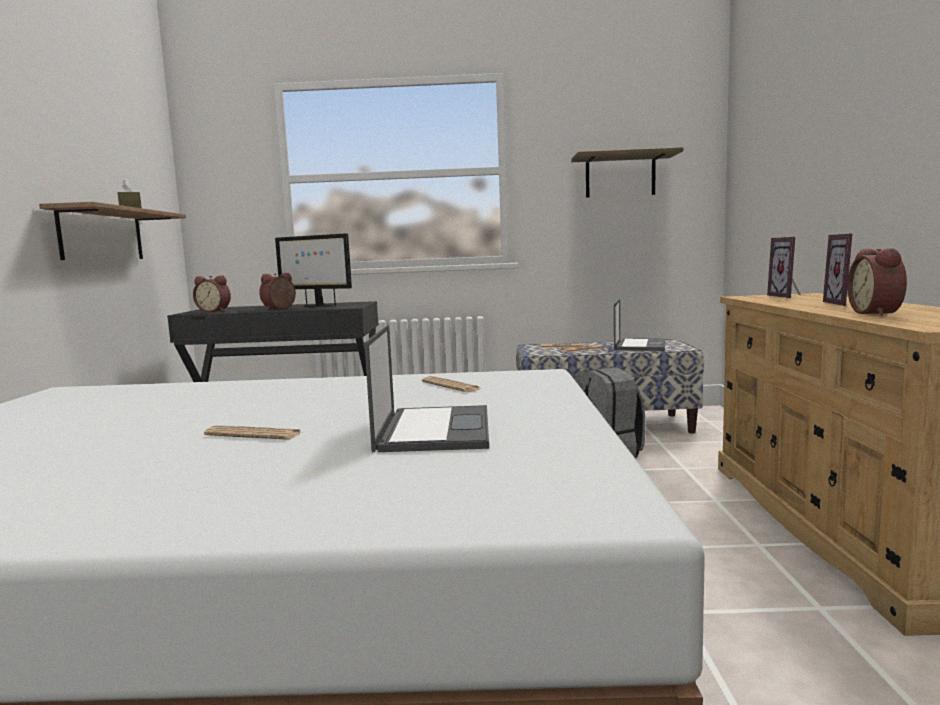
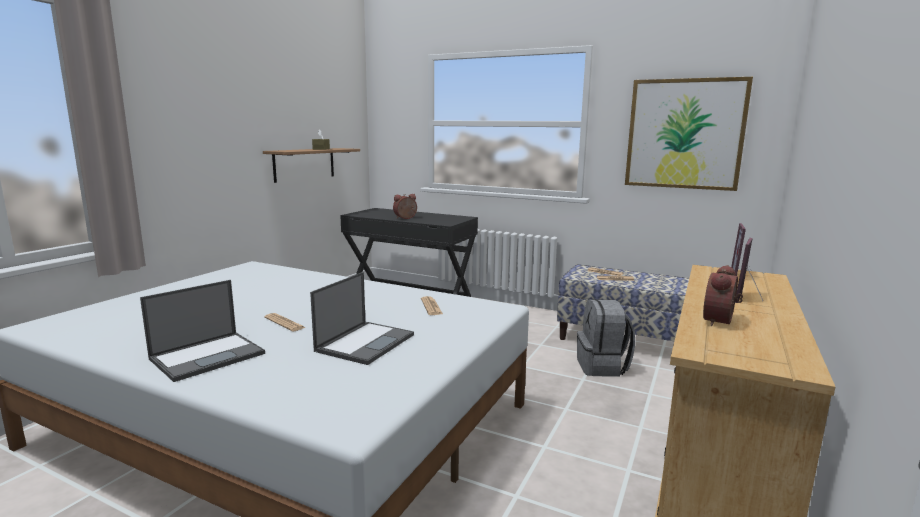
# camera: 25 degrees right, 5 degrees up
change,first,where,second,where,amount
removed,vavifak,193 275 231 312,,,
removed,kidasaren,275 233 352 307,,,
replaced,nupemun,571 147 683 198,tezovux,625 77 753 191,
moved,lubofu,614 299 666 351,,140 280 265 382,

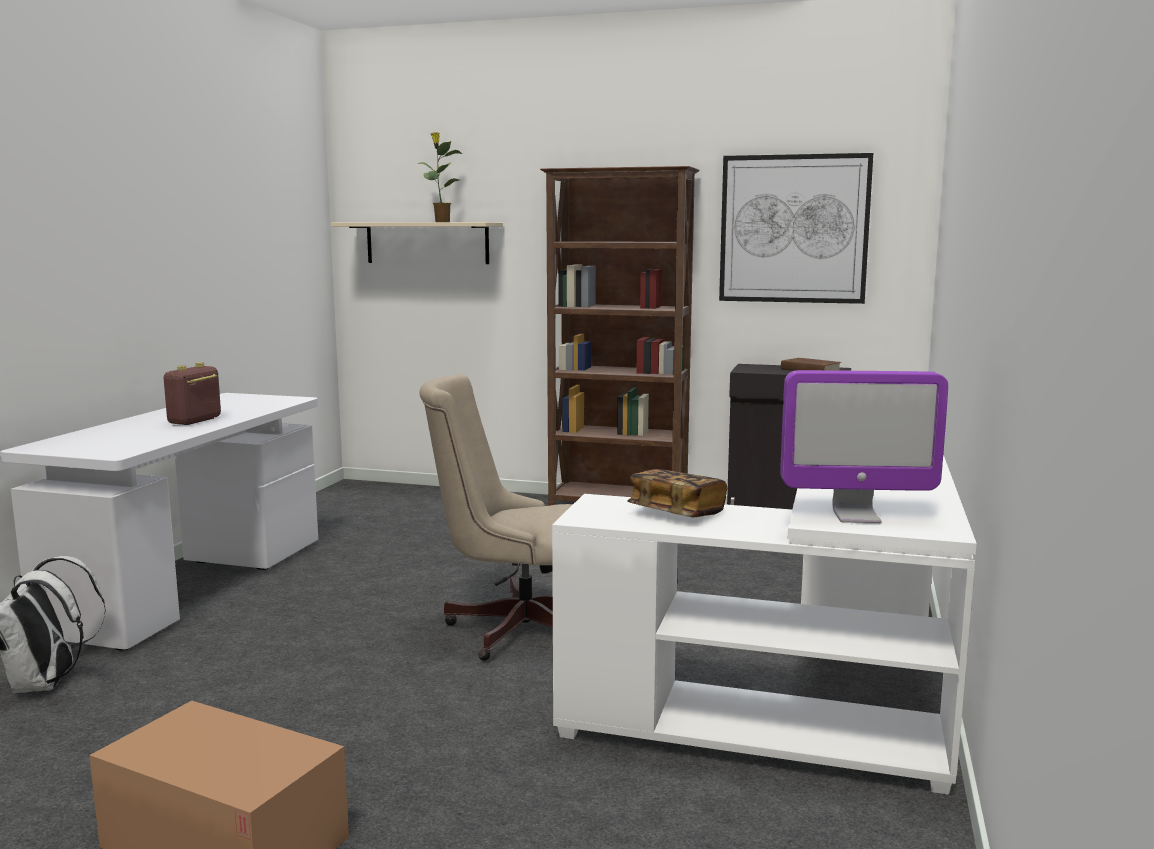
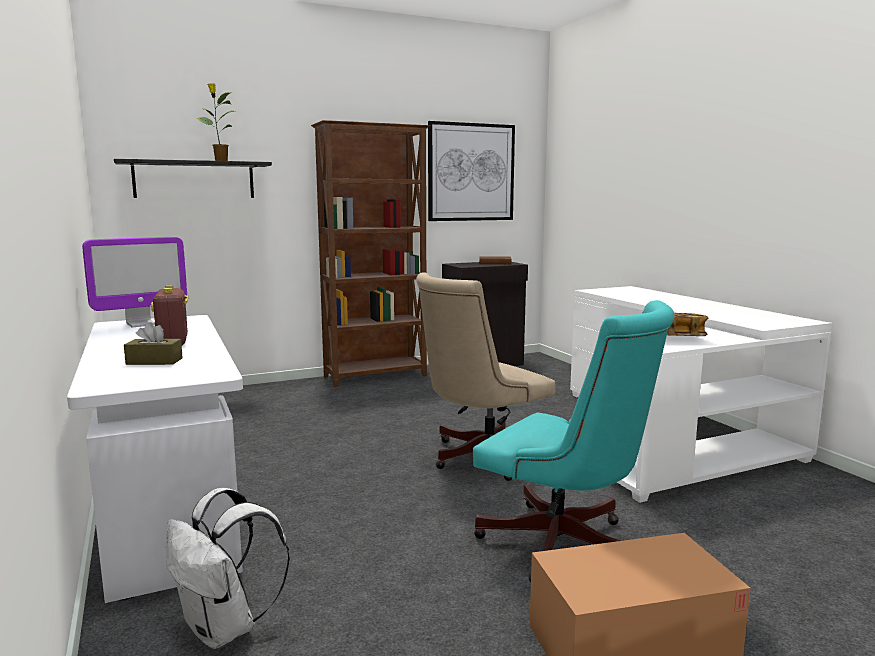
# camera: 40 degrees left, 0 degrees up
change,first,where,second,where,amount
recoloured,nupemun (beige),331 222 503 264,nupemun (black),114 159 272 198,
moved,kidasaren,780 370 948 523,,82 237 187 327,
added,,,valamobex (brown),124 322 183 365,
added,,,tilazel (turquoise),473 300 675 582,

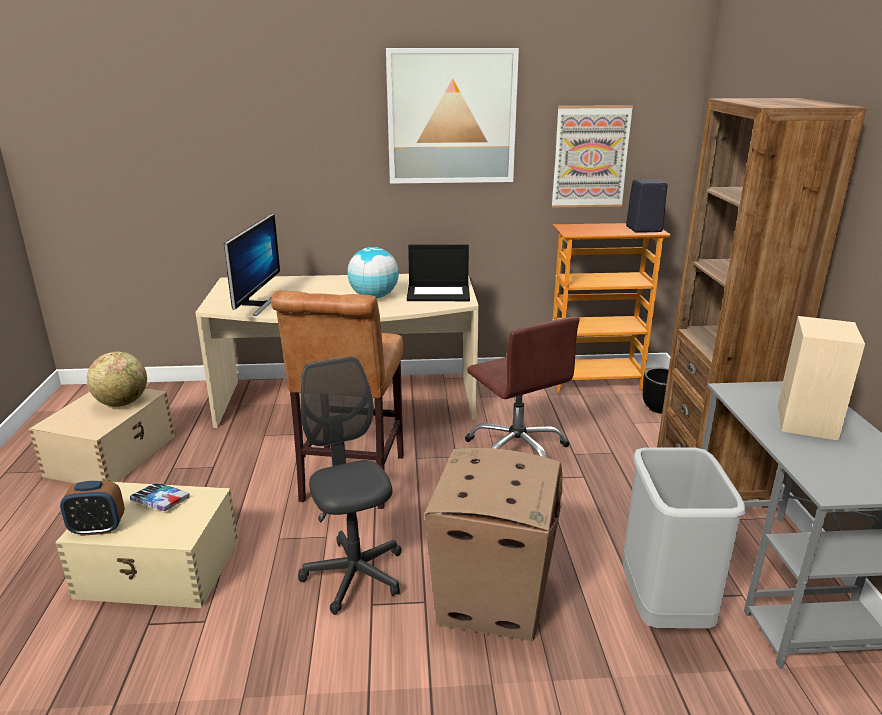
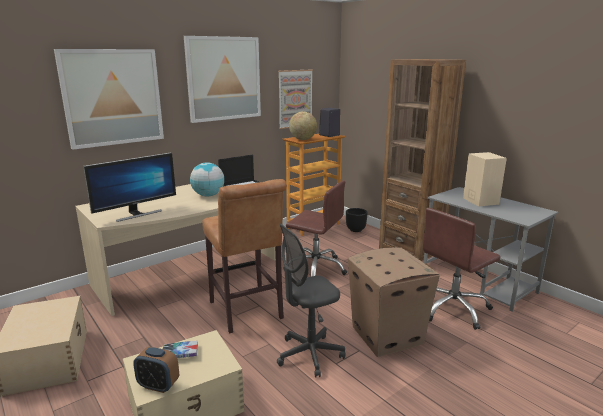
# camera: 35 degrees left, 5 degrees down
change,first,where,second,where,amount
turned,vavifak,60 481 125 536,,133 347 179 393,60 degrees clockwise
moved,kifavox,87 351 147 407,,289 111 317 140,
turned,kidasaren,224 214 280 316,,83 152 176 222,75 degrees clockwise
turned,tilazel (grey),298 356 402 615,,277 223 346 378,60 degrees counterclockwise
replaced,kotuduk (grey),622 447 745 628,tilazel (brown),423 208 501 330,
added,,,tezovux,54 49 164 150,

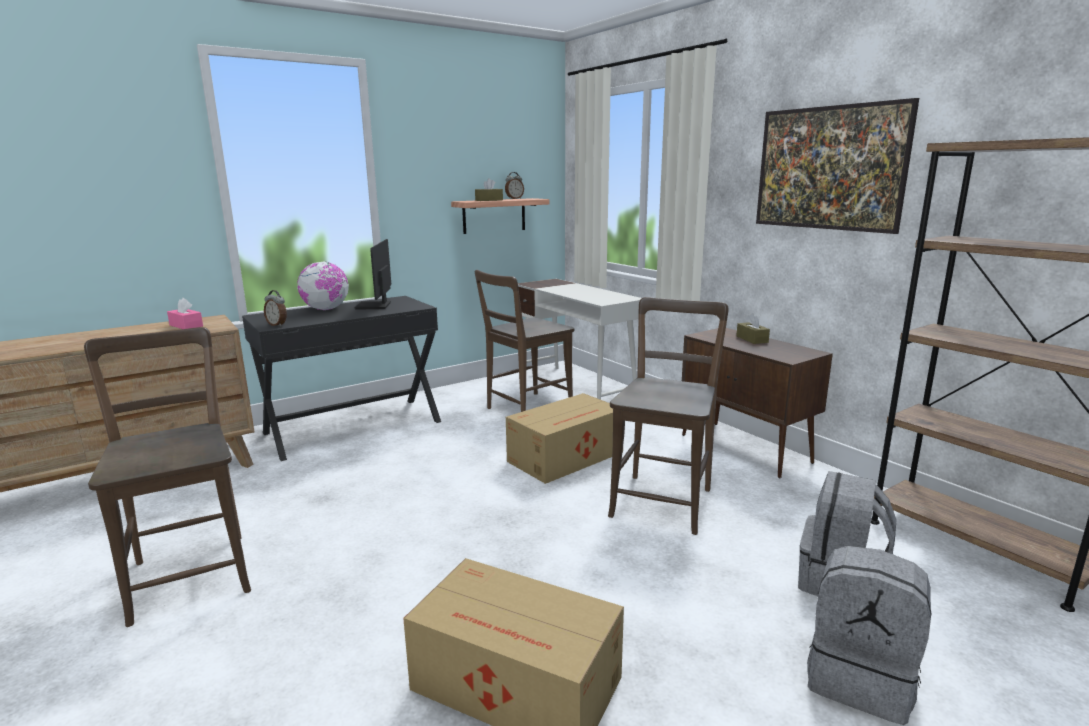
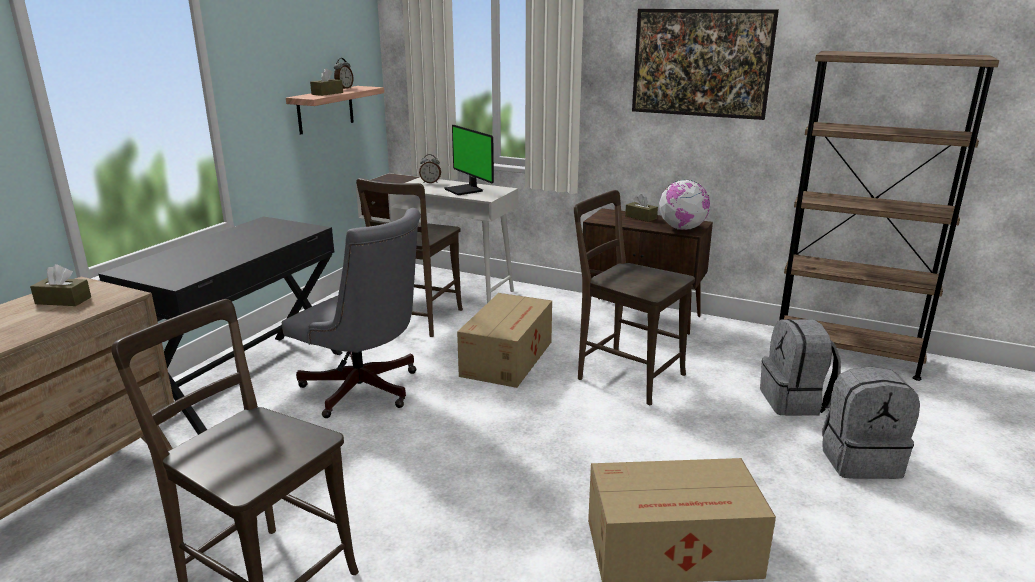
# camera: 30 degrees left, 5 degrees up
change,first,where,second,where,amount
recoloured,valamobex (pink),167 298 203 329,valamobex (brown),30 264 91 306,
moved,vavifak,264 290 287 326,,419 154 441 183,
moved,kifavox,297 262 349 310,,659 180 710 230,
moved,kidasaren,355 239 391 310,,444 125 494 195,
turned,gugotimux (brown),608 297 729 535,,574 190 695 405,45 degrees counterclockwise
added,,,tilazel (grey),282 208 421 418,

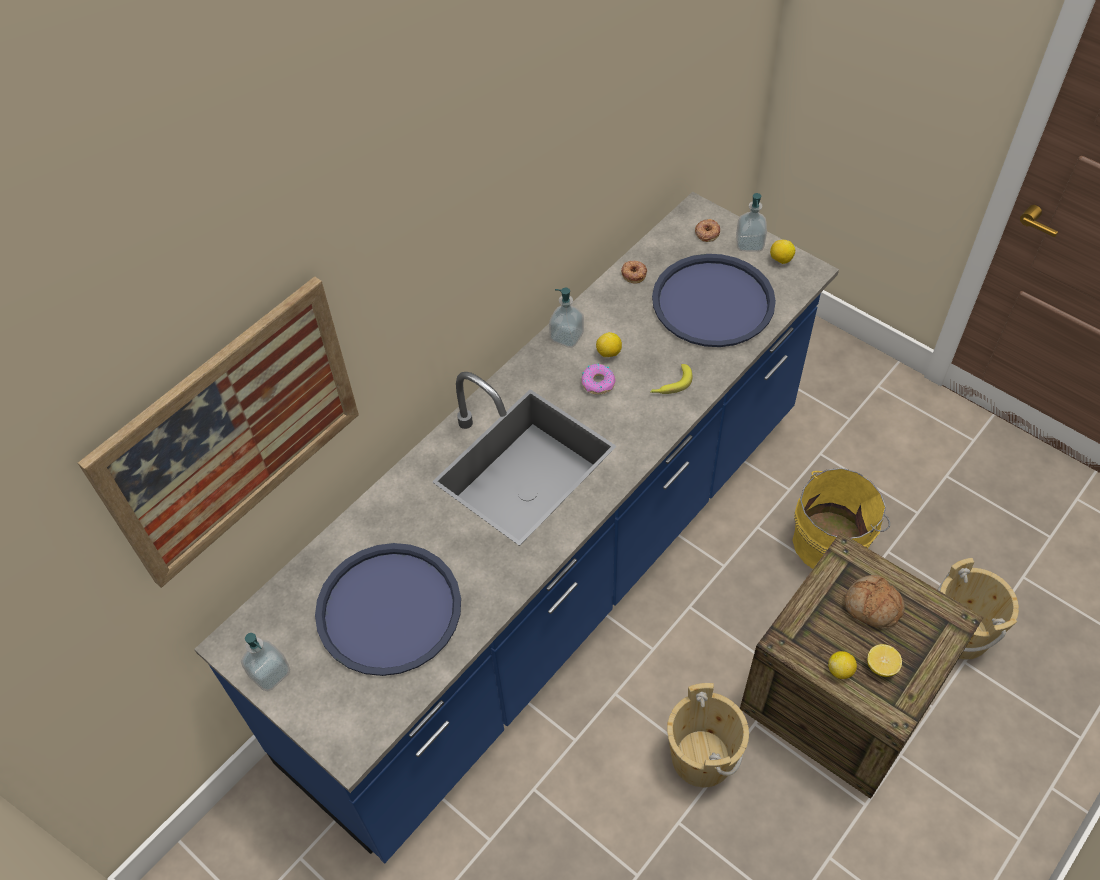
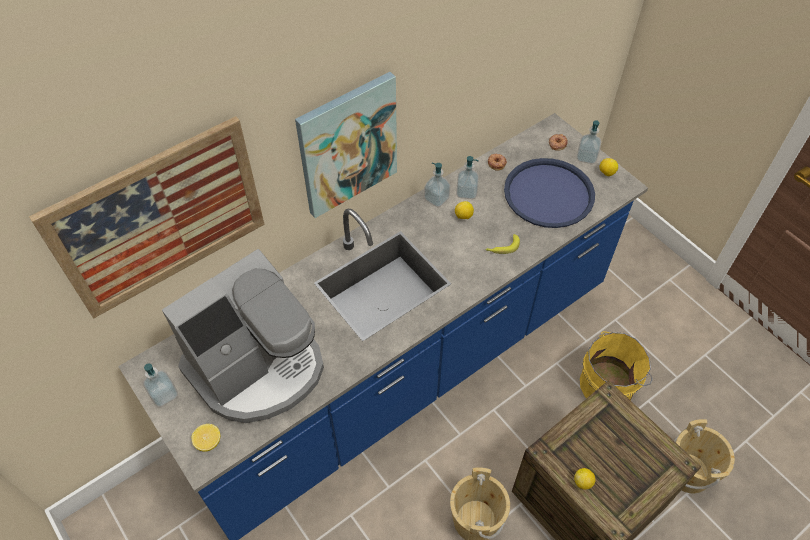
# camera: 10 degrees right, 0 degrees up
change,first,where,second,where,amount
replaced,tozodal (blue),315 543 461 676,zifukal,162 249 324 423,
removed,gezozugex,582 364 616 395,,,
removed,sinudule,844 575 905 628,,,
moved,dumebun,867 644 902 677,,191 424 220 452,
added,,,tezovux,295 72 397 218,
added,,,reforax,456 156 479 199,

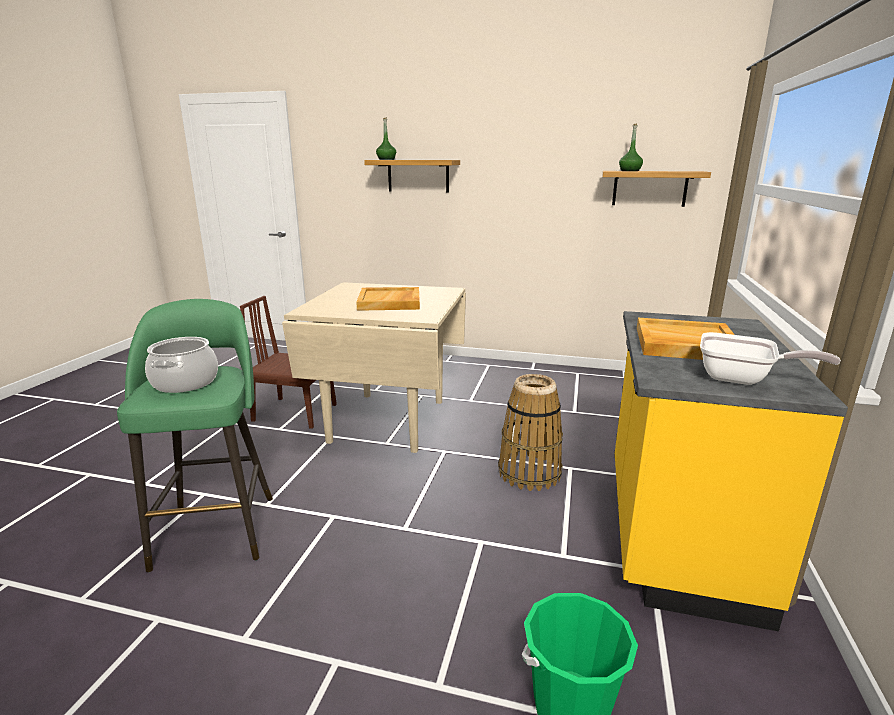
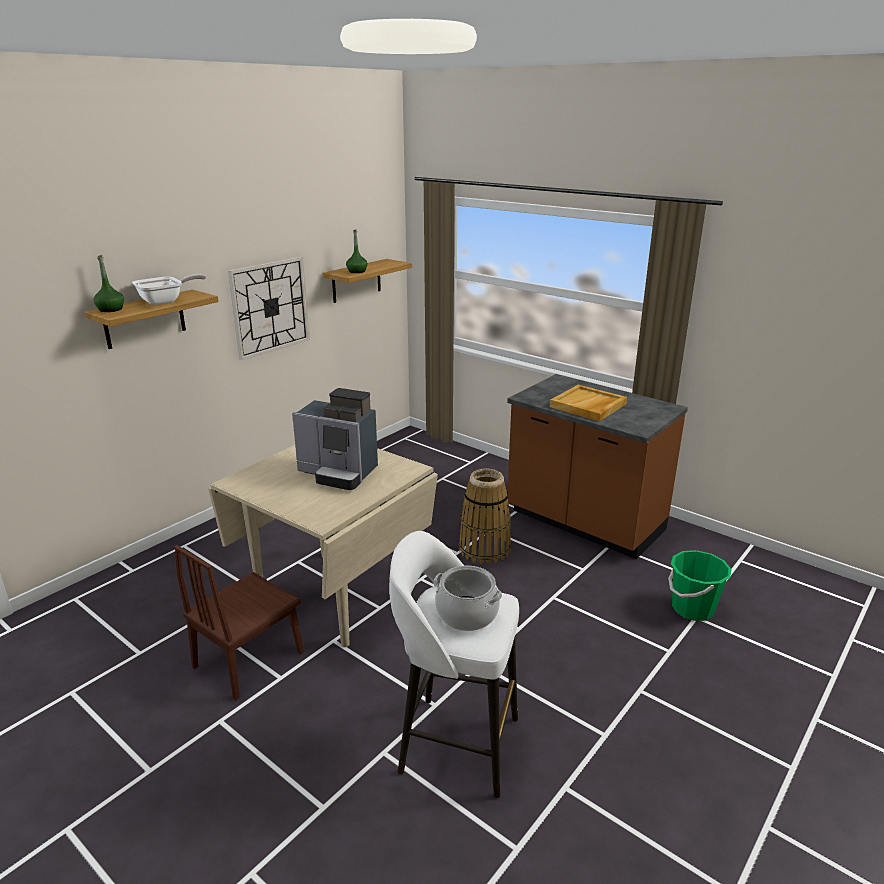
# camera: 65 degrees left, 5 degrees up
change,first,where,second,where,amount
recoloured,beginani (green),117 299 273 572,beginani (white),389 531 519 798,
replaced,tozodal (beige),356 287 420 311,zifukal,292 388 378 490,
recoloured,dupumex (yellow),615 311 848 632,dupumex (brown),507 374 688 559,
moved,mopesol,700 332 841 385,,132 274 206 305,
added,,,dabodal,228 257 310 360,

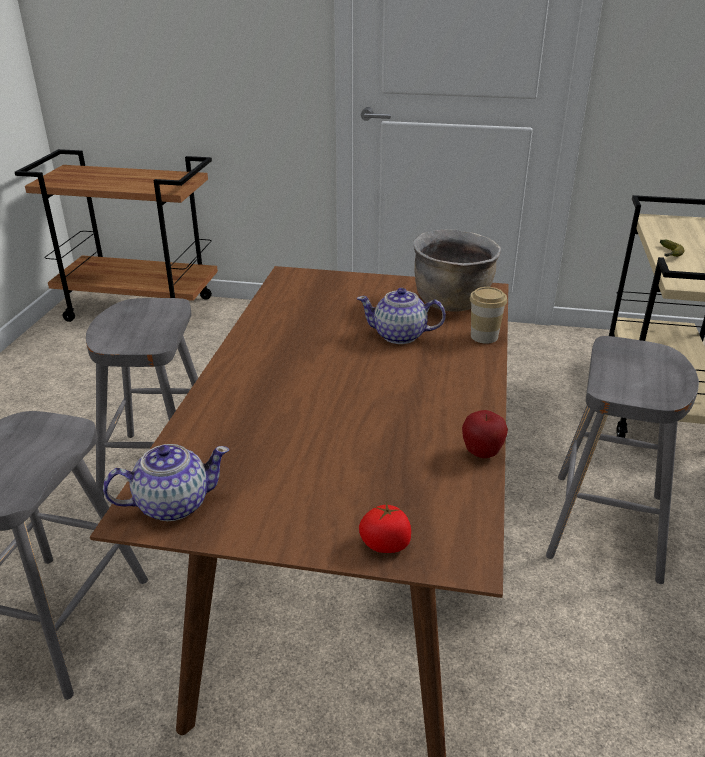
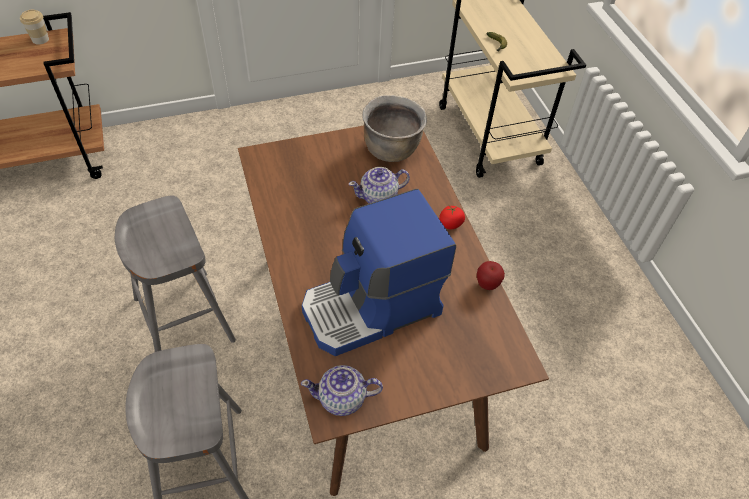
# camera: 30 degrees left, 20 degrees up
change,first,where,second,where,amount
turned,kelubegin,103 444 229 521,,301 365 383 416,135 degrees counterclockwise
moved,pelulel,359 502 411 553,,439 206 465 229,
moved,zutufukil,470 287 507 343,,20 10 49 45,
removed,beginani (grey),546 336 699 584,,,
added,,,zifukal,302 189 456 356,

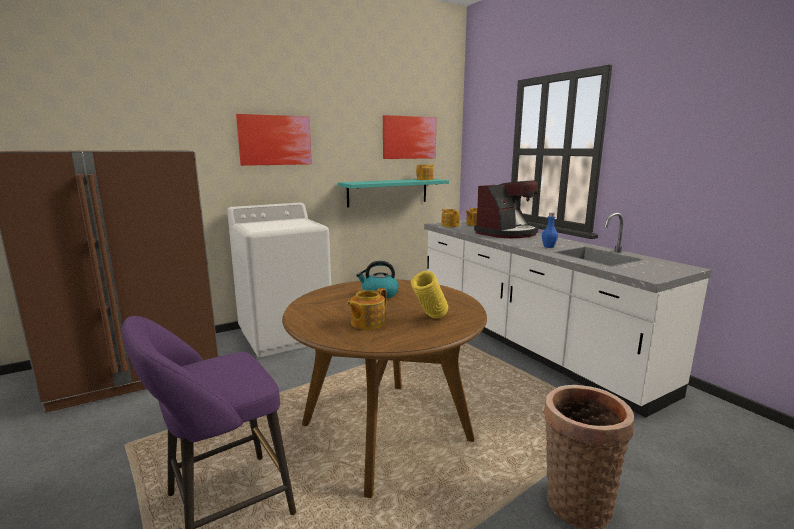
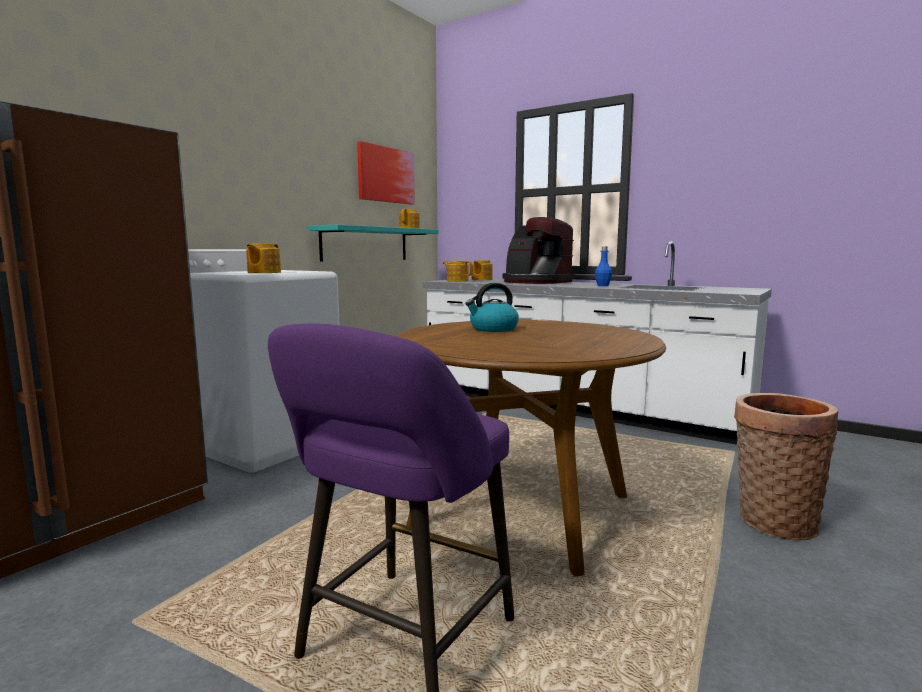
# camera: 25 degrees left, 5 degrees down
change,first,where,second,where,amount
removed,tezovux,236 114 312 166,,,
moved,kelubegin,347 288 387 330,,246 243 281 273,
removed,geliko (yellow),411 271 448 318,,,
turned,zifukal,474 180 538 238,,503 217 574 284,105 degrees clockwise

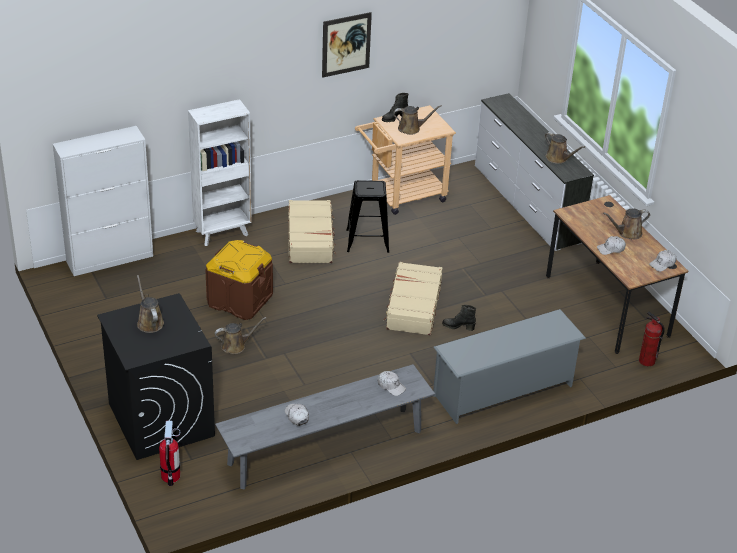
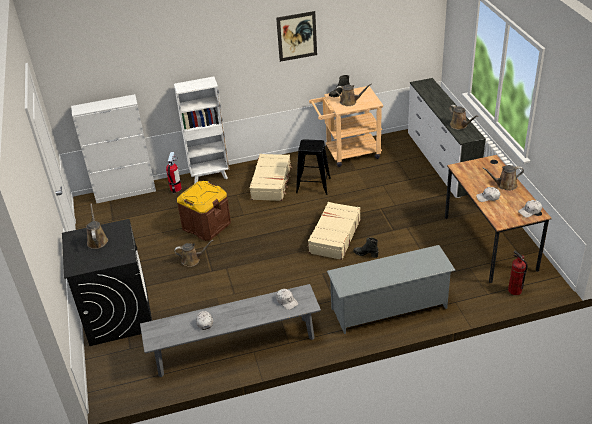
# camera: 15 degrees right, 0 degrees up
change,first,where,second,where,amount
moved,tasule,159 421 181 486,,166 152 182 193,

